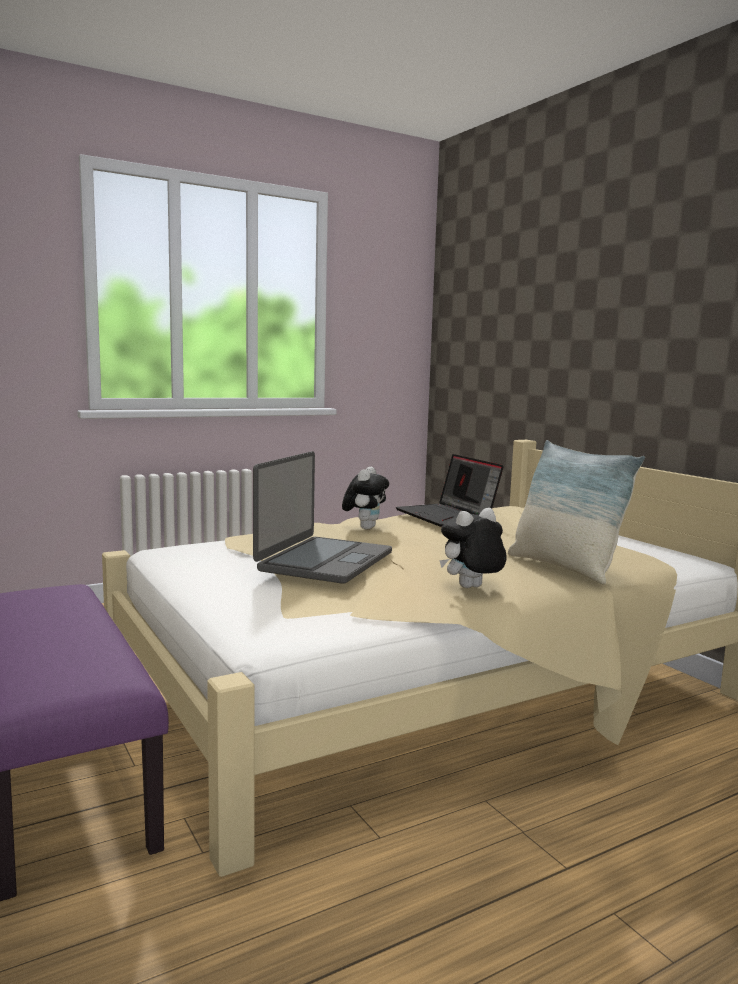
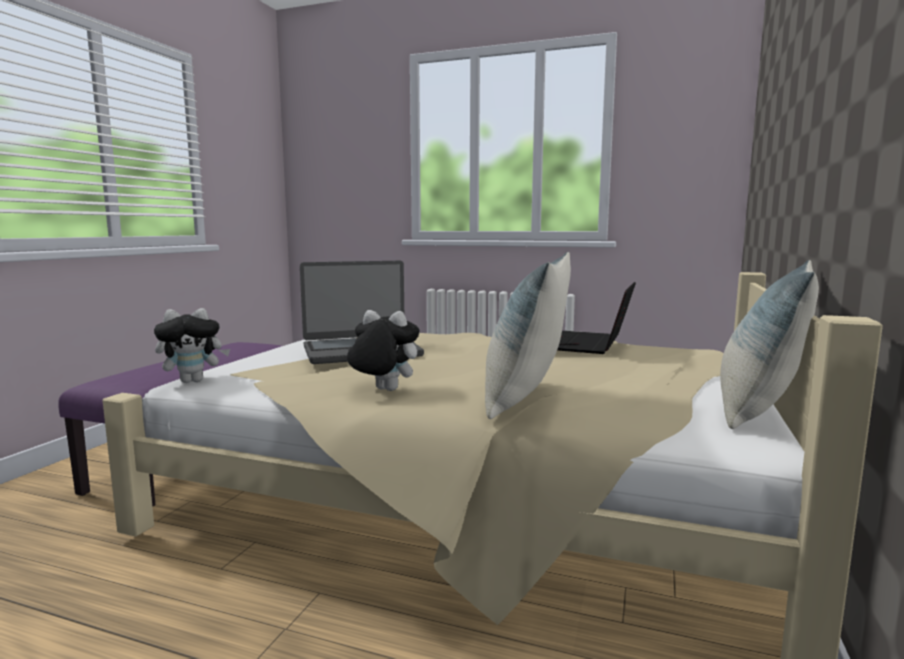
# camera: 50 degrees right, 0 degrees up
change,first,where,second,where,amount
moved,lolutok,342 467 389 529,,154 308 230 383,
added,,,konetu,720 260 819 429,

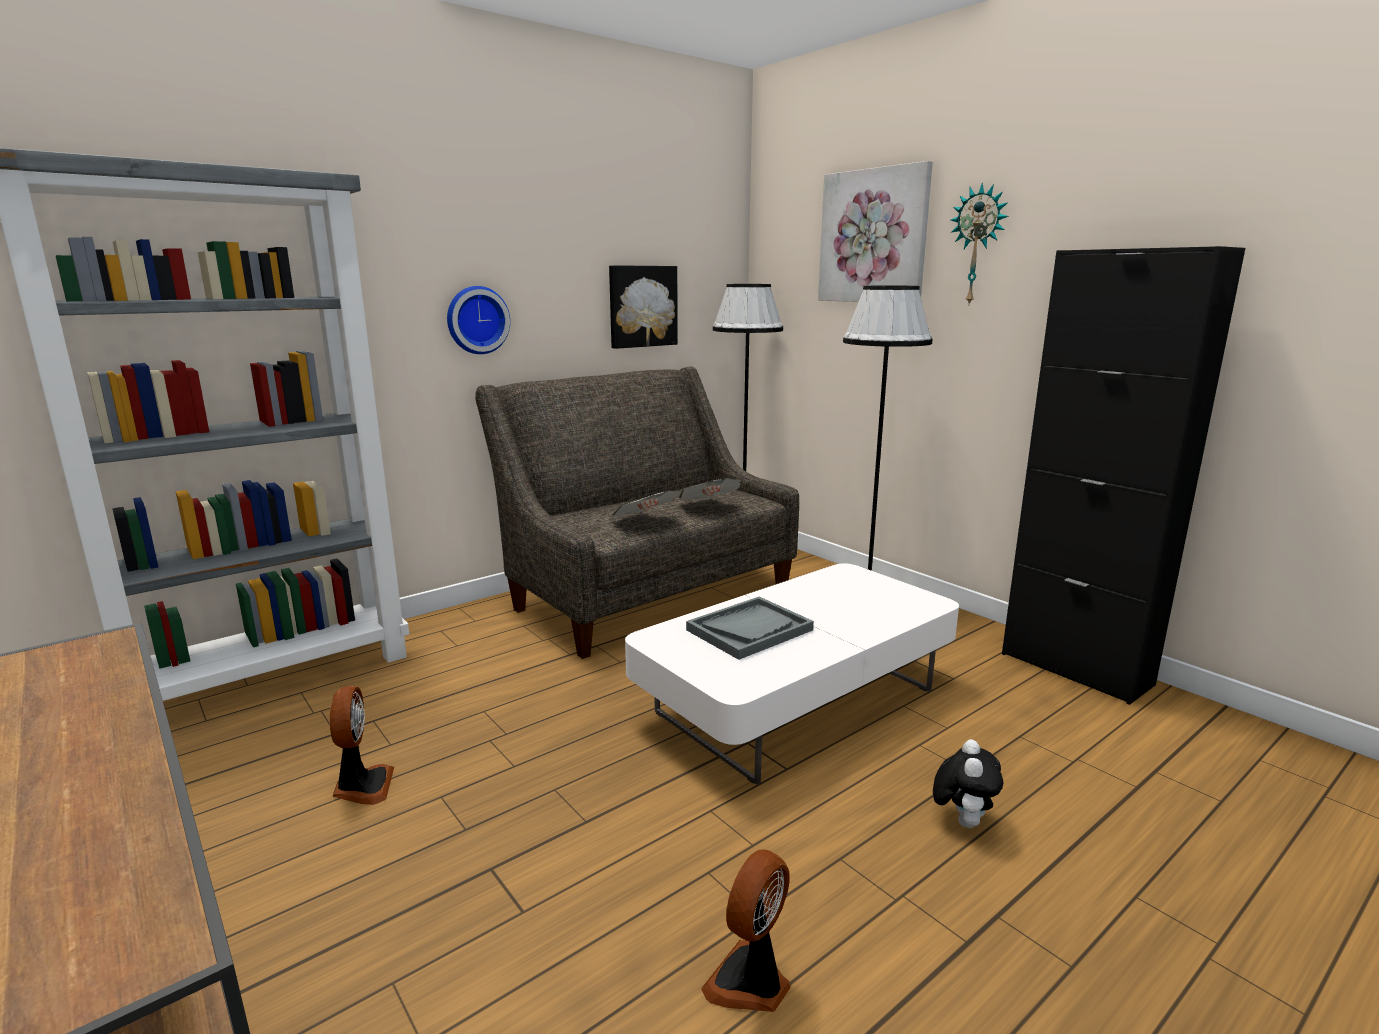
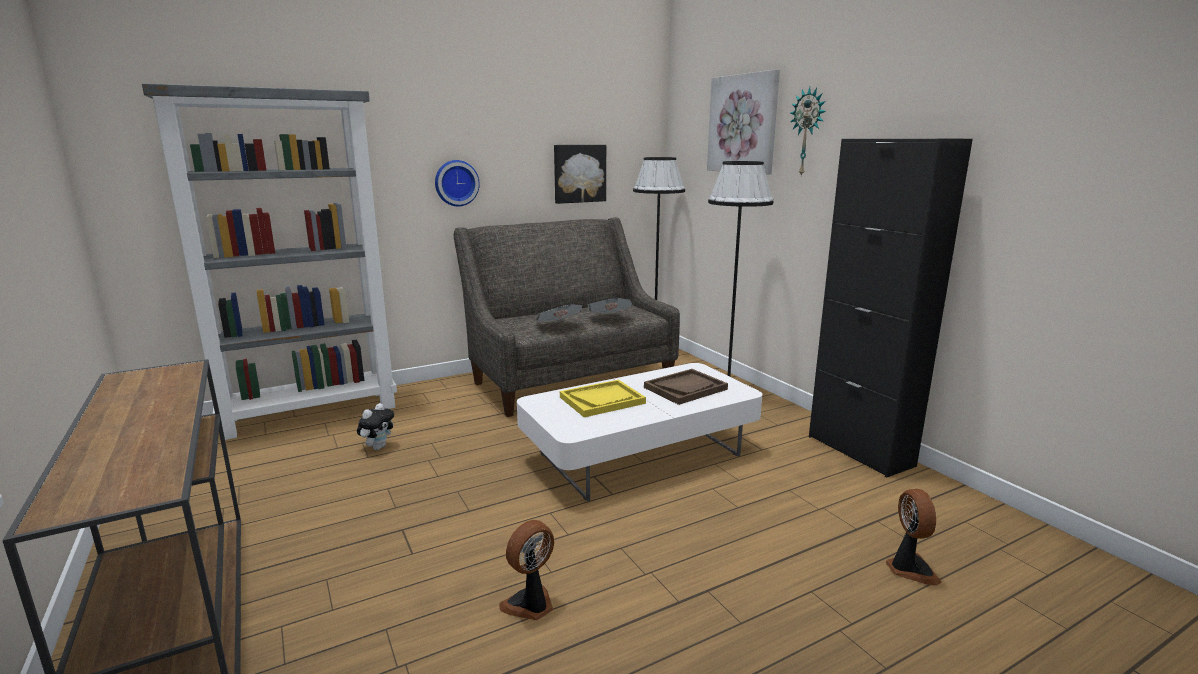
# camera: 10 degrees right, 0 degrees up
change,first,where,second,where,amount
moved,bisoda,330 686 394 805,,886 489 942 586,
recoloured,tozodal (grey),686 597 814 660,tozodal (yellow),560 380 646 417,
moved,lolutok,933 739 1003 828,,357 403 394 450,
added,,,tozodal (brown),644 369 728 405,

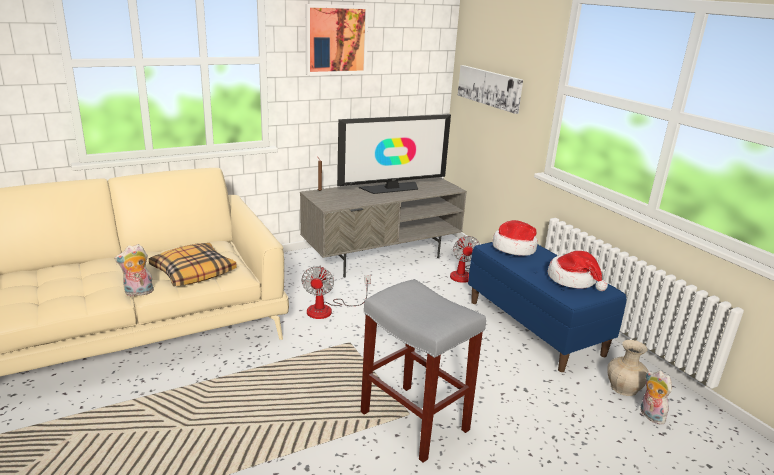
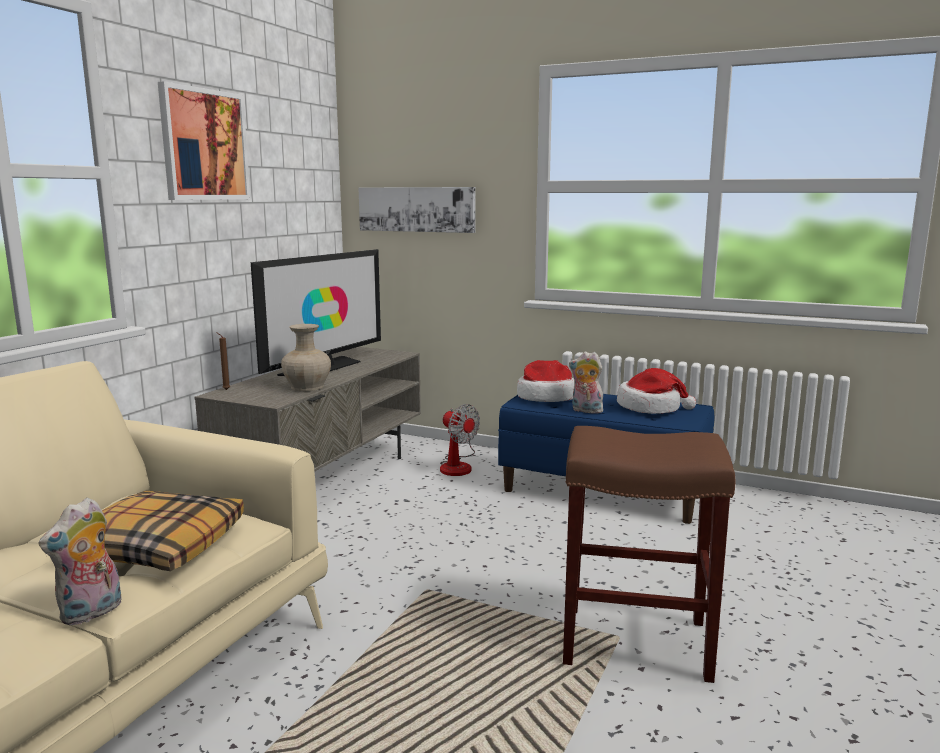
# camera: 35 degrees left, 10 degrees down
change,first,where,second,where,amount
removed,bisoda,301 266 371 319,,,
recoloured,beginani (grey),361 279 486 463,beginani (brown),563 426 735 683,
moved,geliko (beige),607 340 649 396,,281 324 331 391,
moved,lolutok,641 371 672 424,,569 351 605 414,

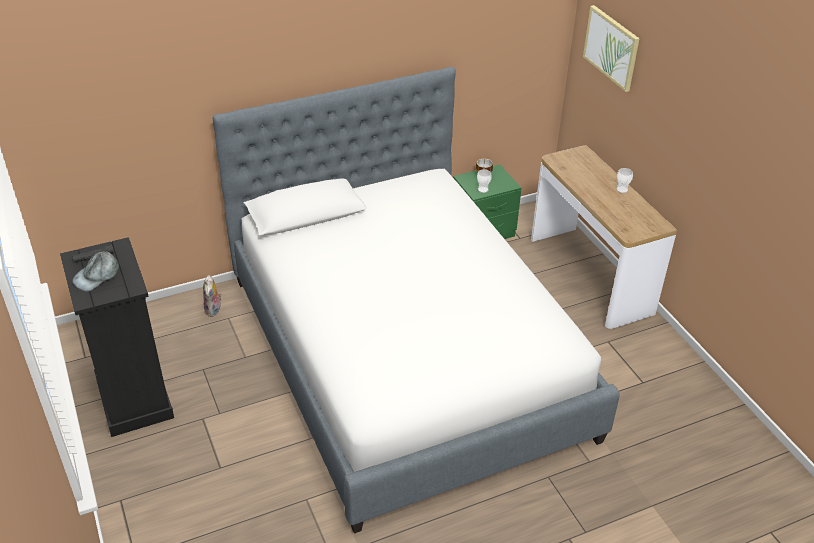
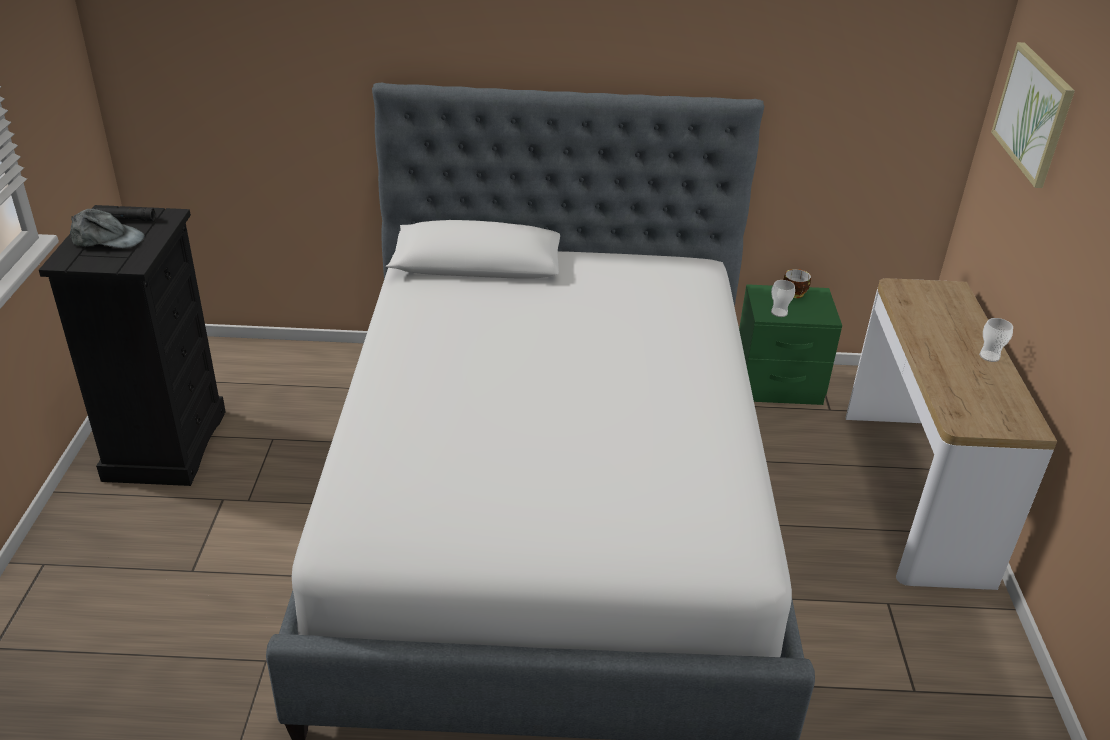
# camera: 25 degrees right, 5 degrees down
change,first,where,second,where,amount
turned,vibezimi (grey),72 250 119 291,,70 209 145 248,150 degrees counterclockwise
removed,lolutok,203 275 222 317,,,

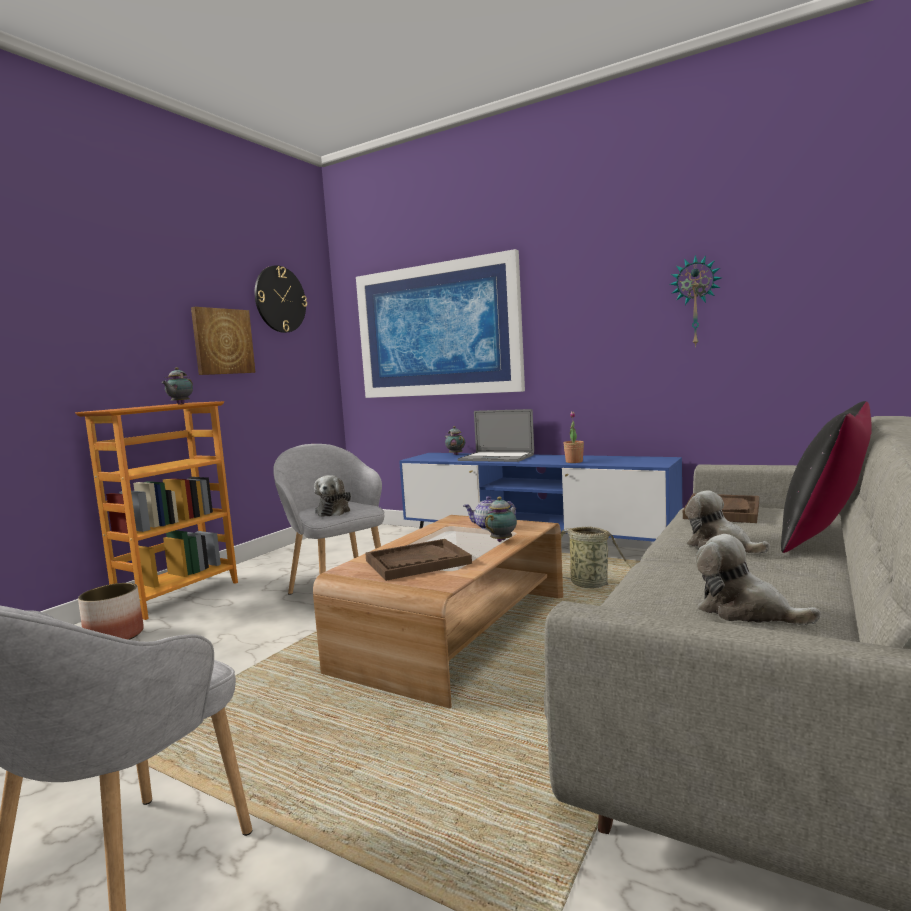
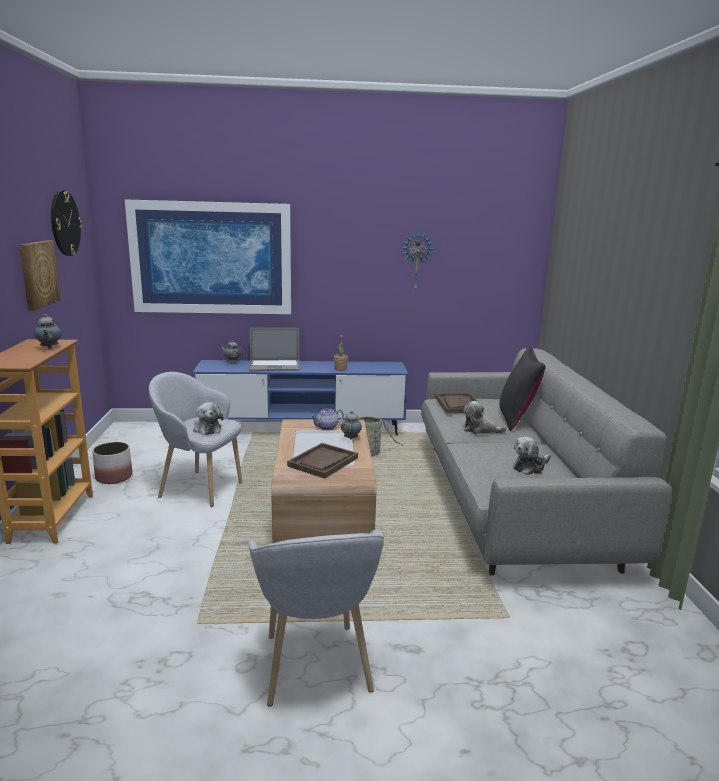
# camera: 35 degrees left, 10 degrees up
change,first,where,second,where,amount
moved,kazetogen,78 583 144 640,,92 442 132 484,
turned,lolutok,696 534 821 625,,513 437 551 475,45 degrees counterclockwise

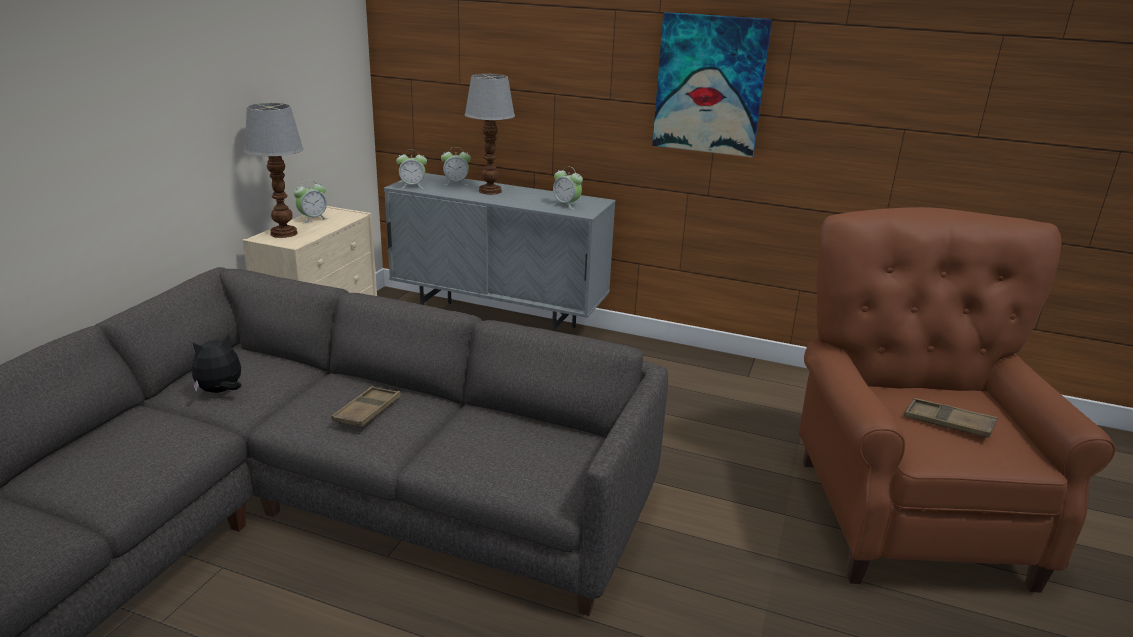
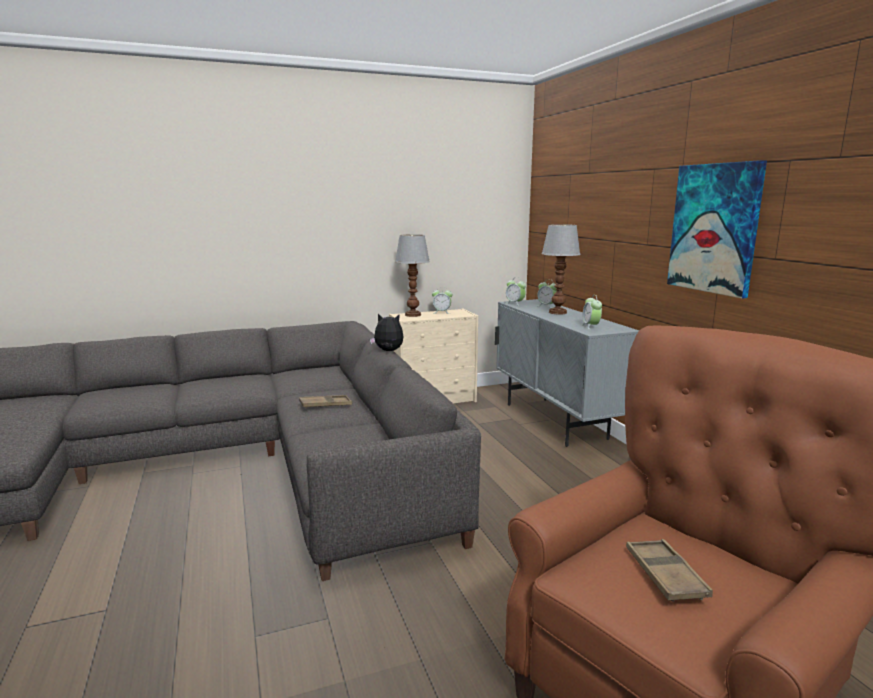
# camera: 50 degrees right, 10 degrees down
change,first,where,second,where,amount
moved,lolutok,192 333 241 393,,370 314 403 351,

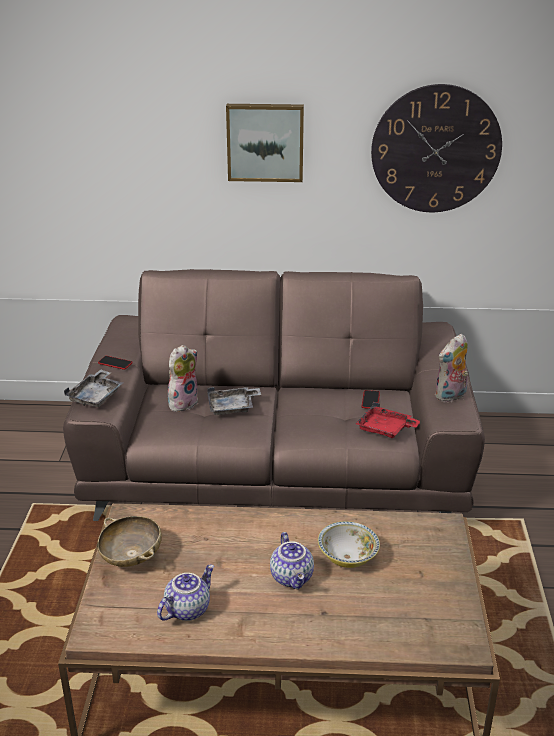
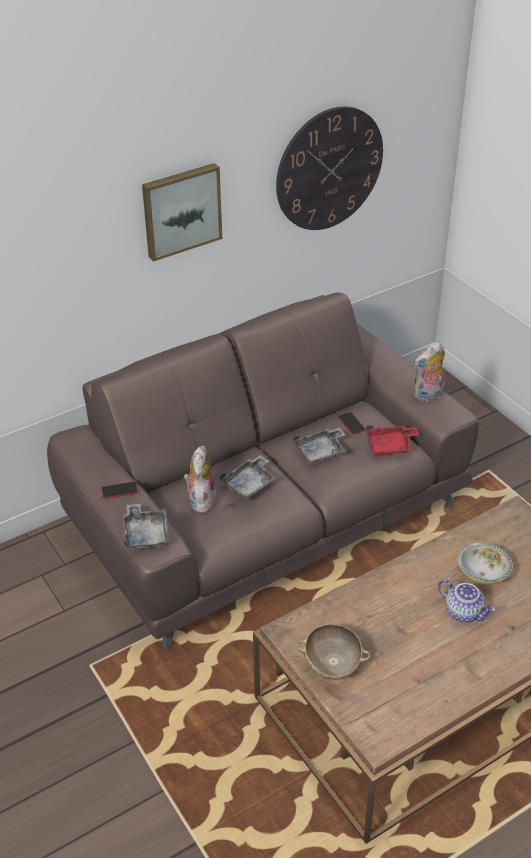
# camera: 35 degrees left, 10 degrees up
change,first,where,second,where,amount
removed,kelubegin,157 565 214 621,,,
turned,lolutok,435 334 468 402,,414 342 445 401,45 degrees clockwise
added,,,tozodal (grey),293 428 346 465,

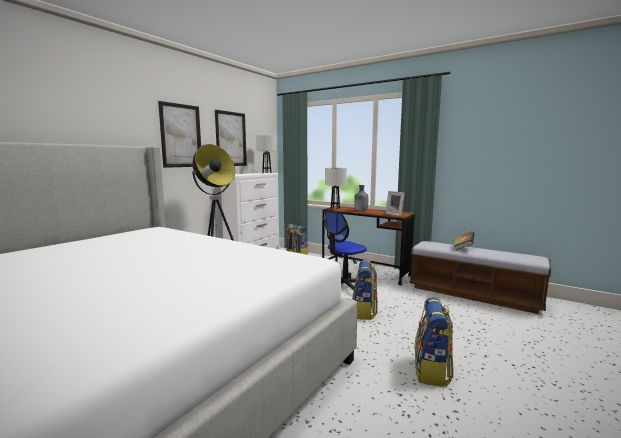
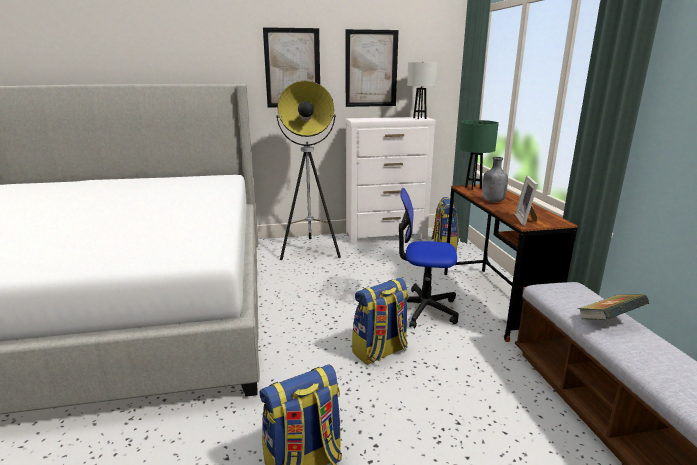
# camera: 45 degrees right, 10 degrees up
change,first,where,second,where,amount
recoloured,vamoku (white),325 168 347 209,vamoku (green),459 120 499 190,

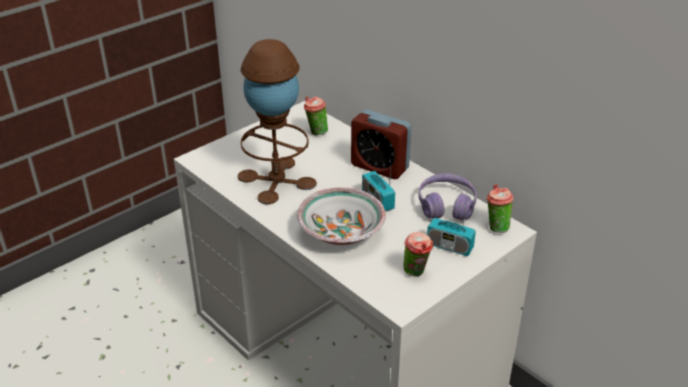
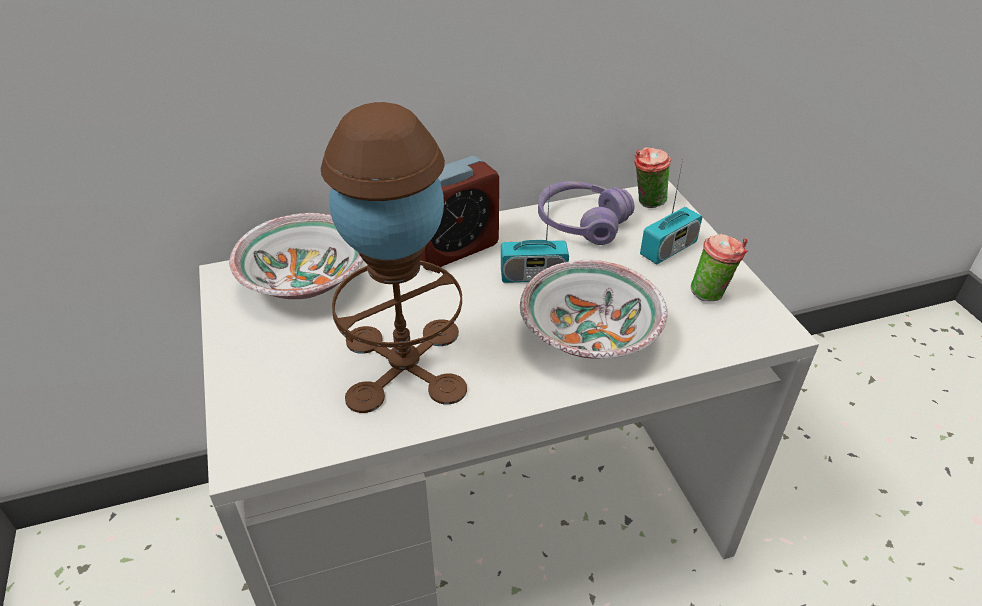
# camera: 65 degrees left, 5 degrees up
change,first,where,second,where,amount
replaced,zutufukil,304 96 328 136,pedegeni,229 213 363 299,

